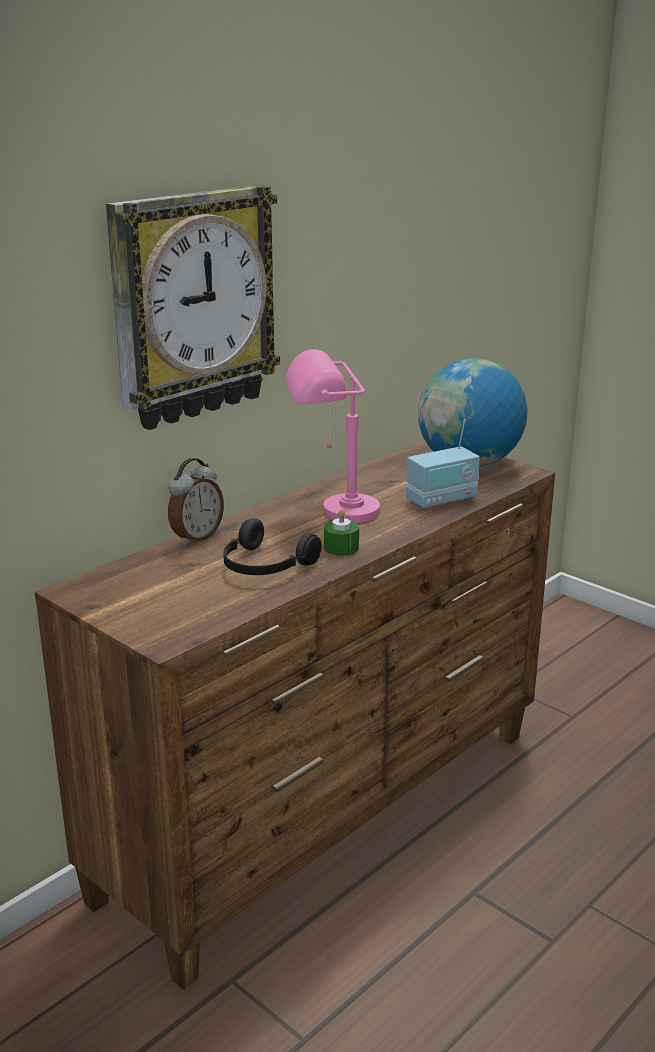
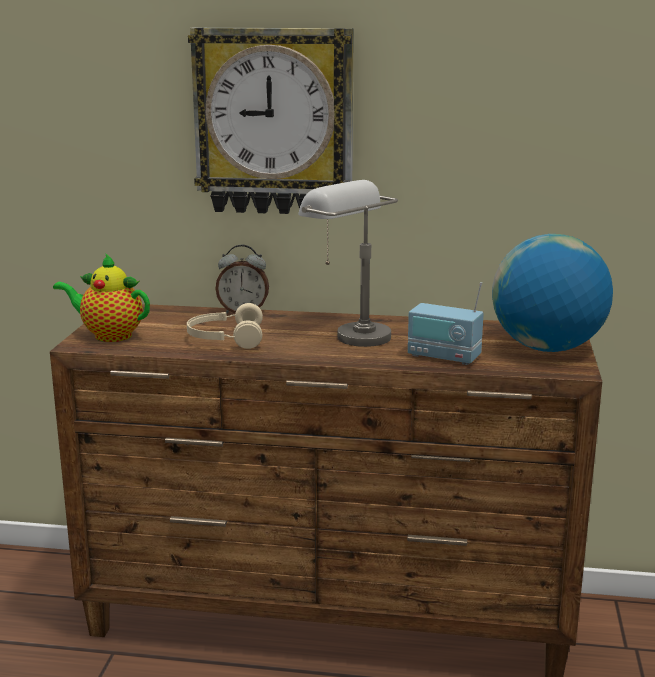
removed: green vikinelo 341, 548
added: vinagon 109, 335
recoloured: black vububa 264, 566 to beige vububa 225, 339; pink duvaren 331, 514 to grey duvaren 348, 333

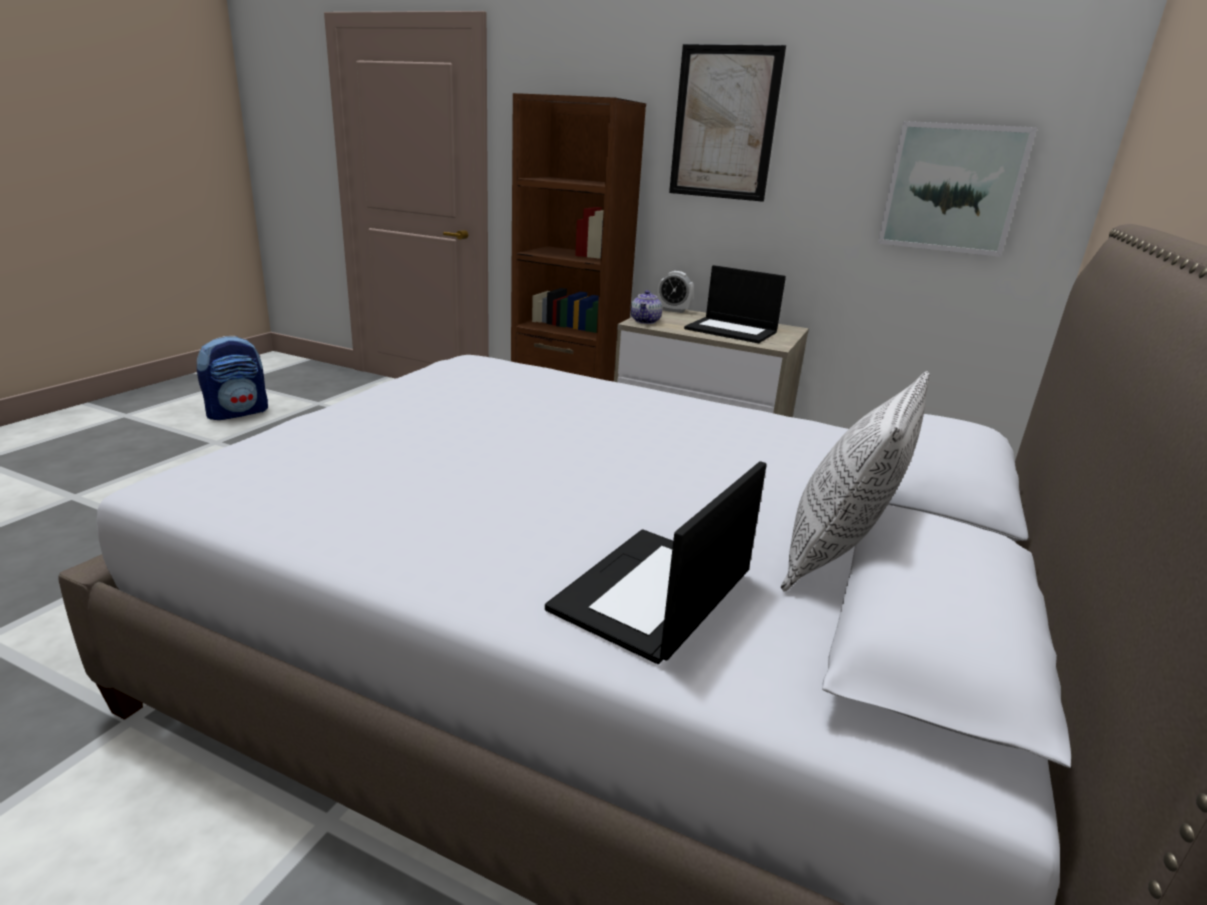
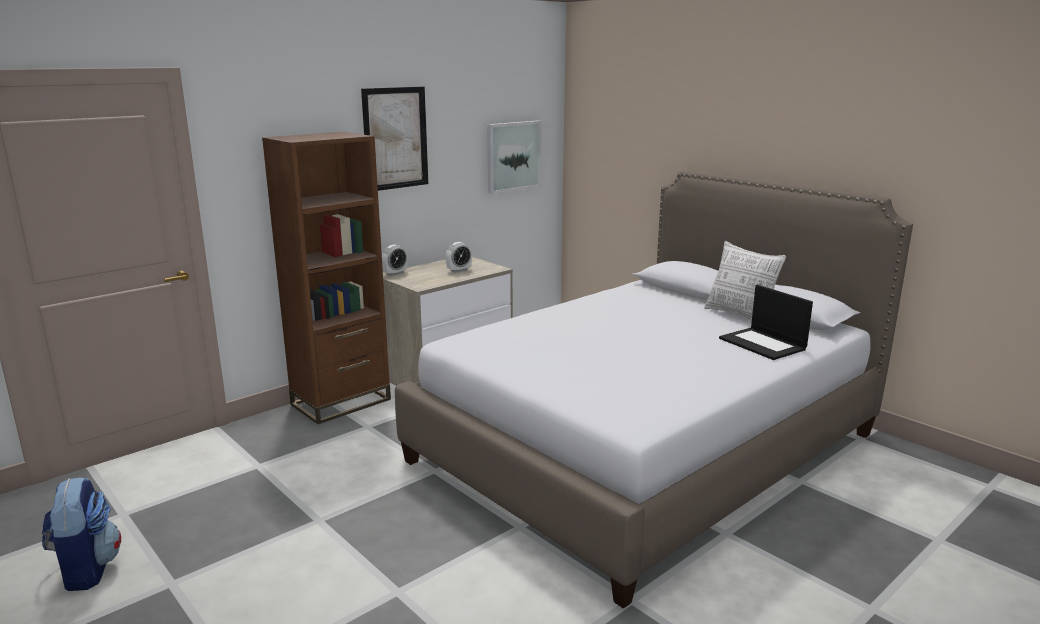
removed: vinagon 645, 321
replaced: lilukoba 732, 330 to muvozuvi 459, 270

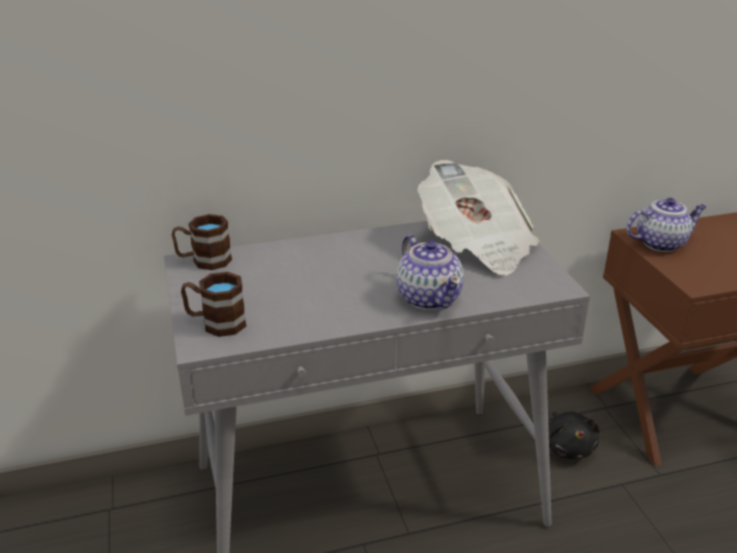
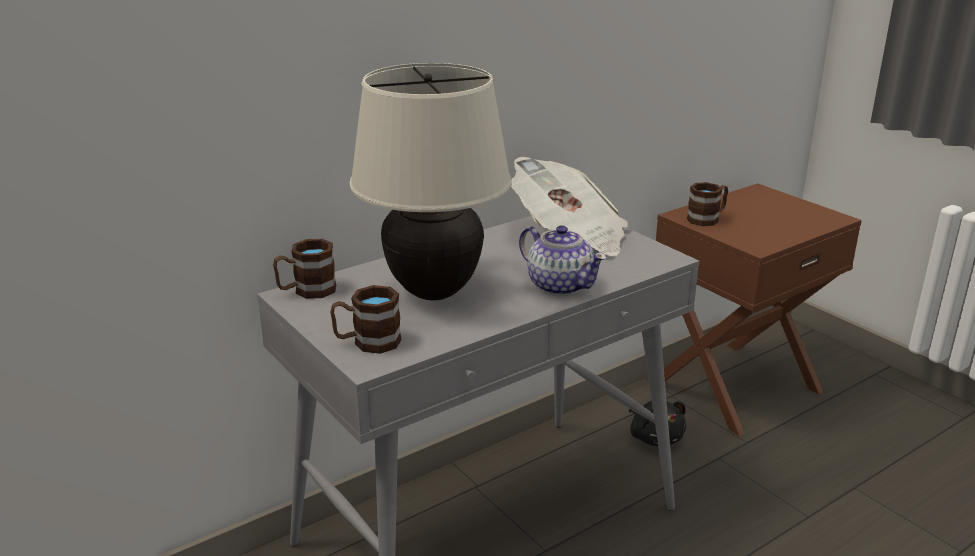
added: beige duvaren 433, 292
replaced: vinagon 661, 243 to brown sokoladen 707, 218

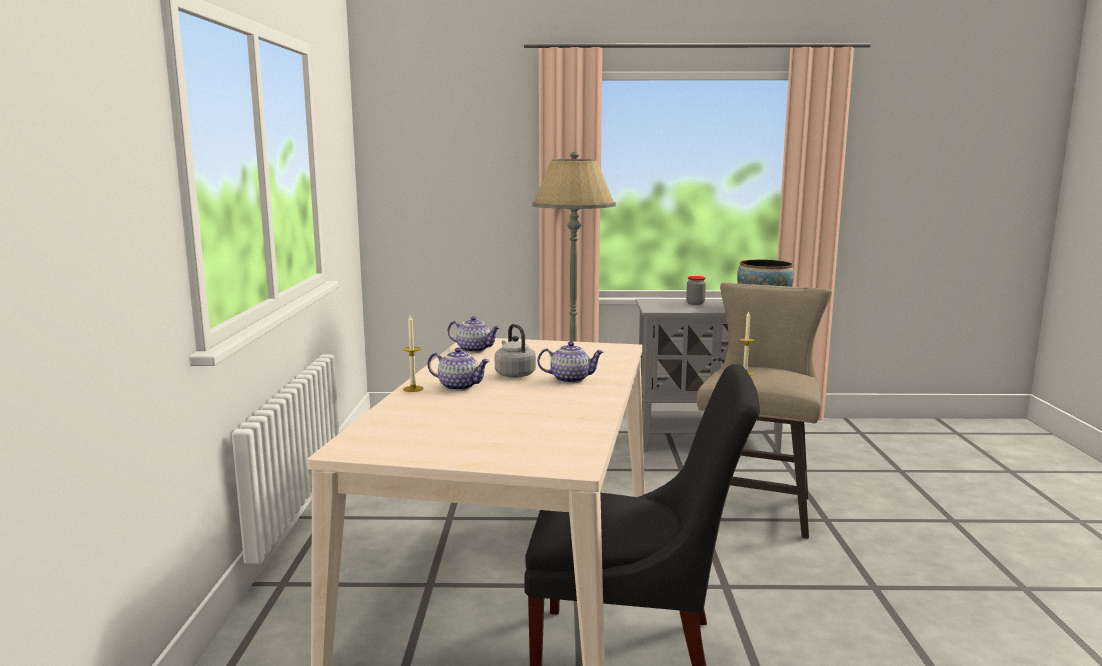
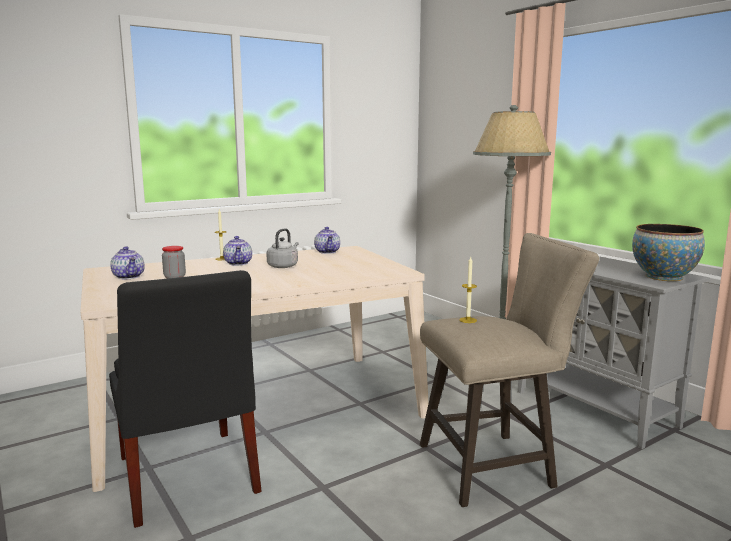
moved: vinagon 570, 379 to 129, 277; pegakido 695, 303 to 174, 277

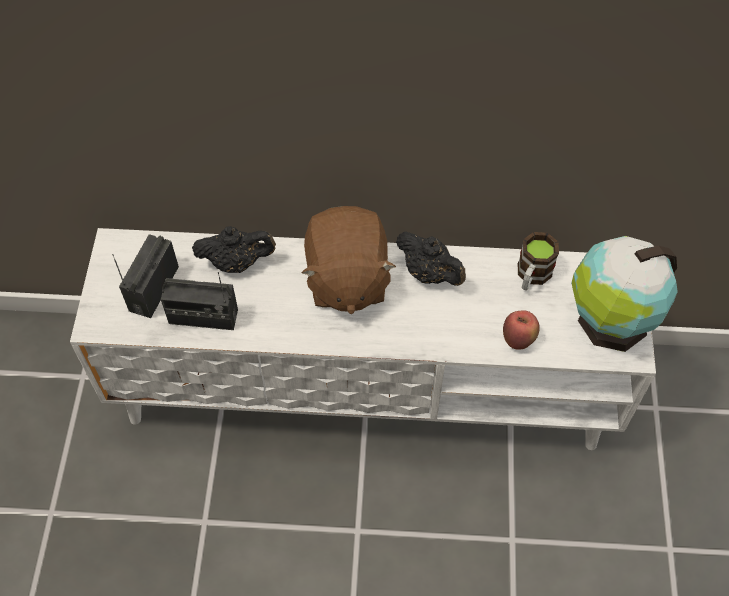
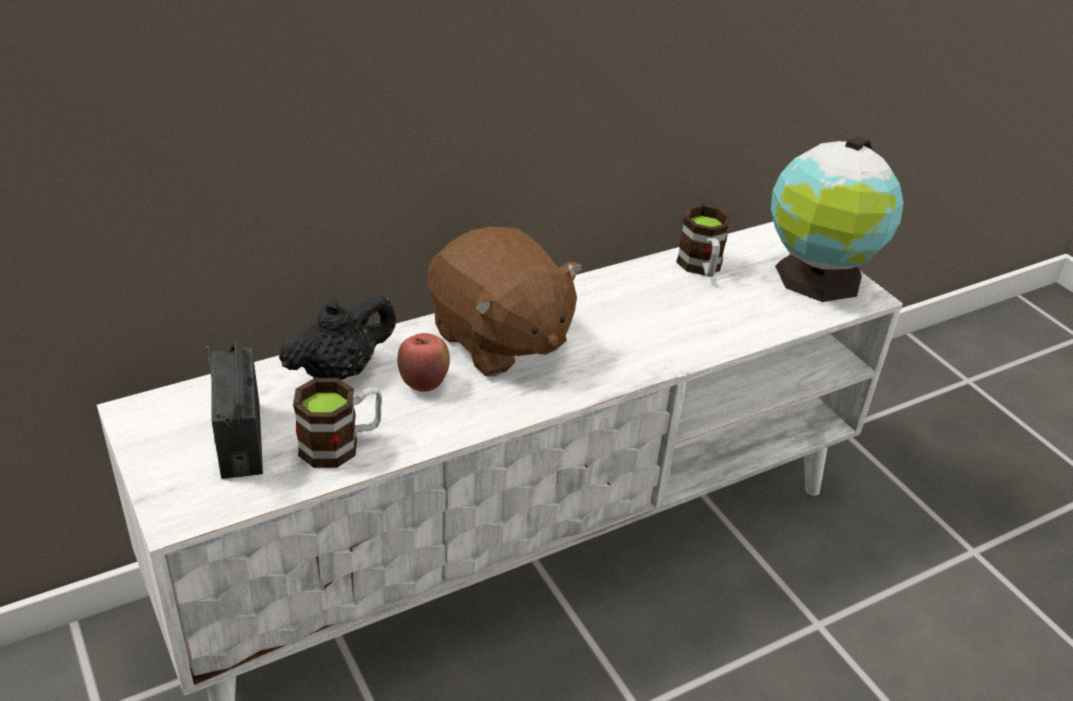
removed: black vinagon 430, 273
moved: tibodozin 518, 339 to 424, 383
replaced: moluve 203, 317 to sokoladen 341, 444

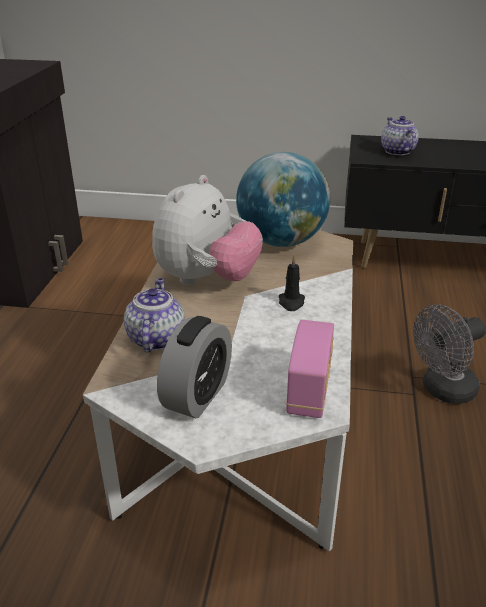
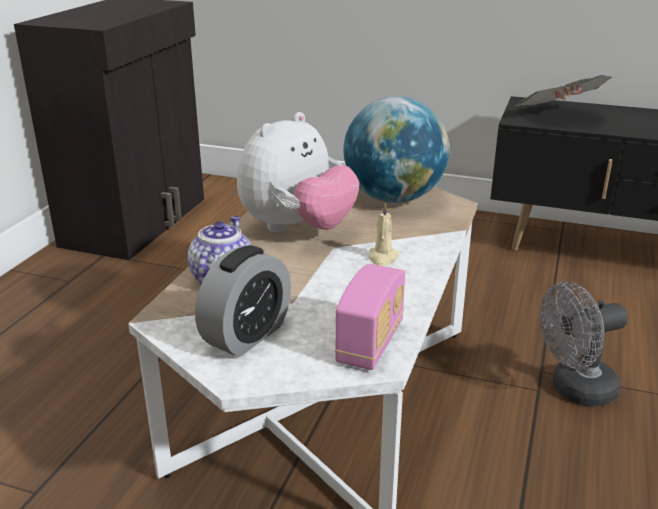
replaced: vinagon 396, 151 to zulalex 558, 115
recoloured: black vikinelo 291, 302 to beige vikinelo 382, 258

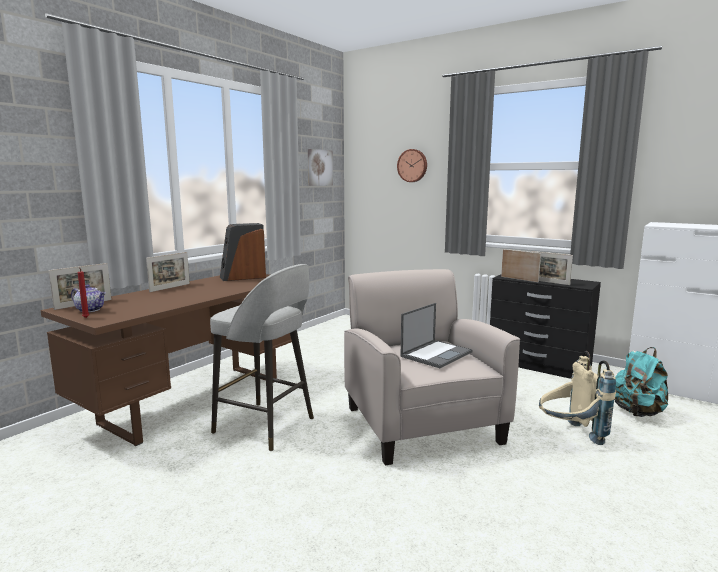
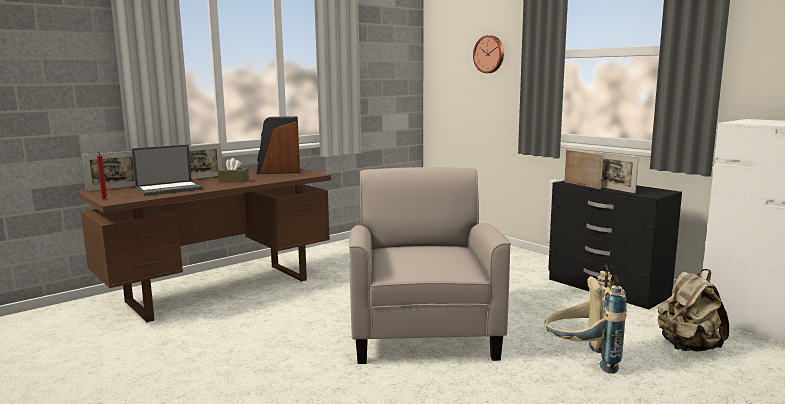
removed: vinagon 91, 310; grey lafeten 266, 426; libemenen 319, 167
added: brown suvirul 233, 180
moved: lilukoba 436, 354 to 170, 189
recoloured: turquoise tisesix 637, 412 to beige tisesix 688, 347

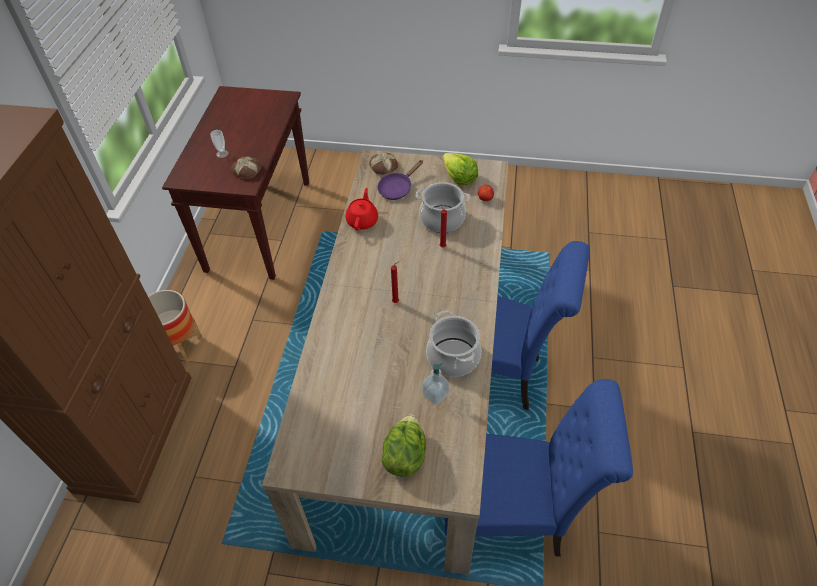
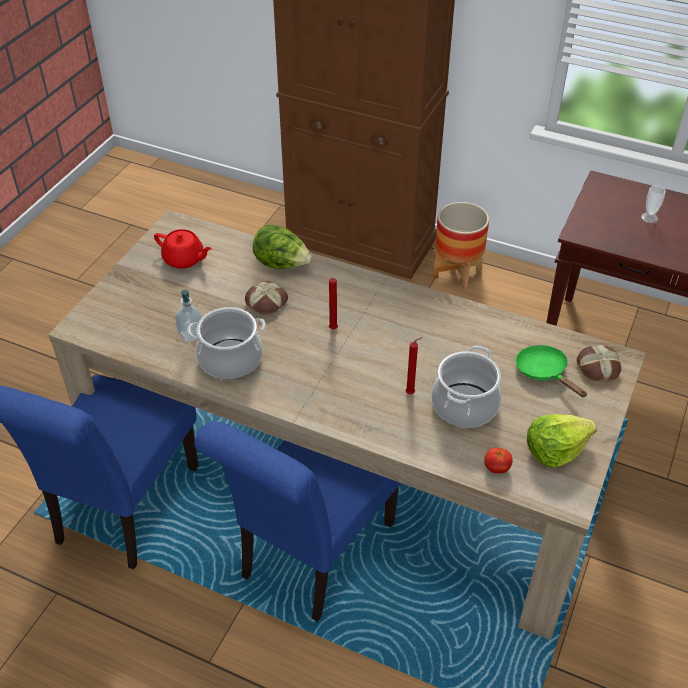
moved: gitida 247, 170 to 267, 302; red vinagon 362, 220 to 184, 259; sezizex 404, 455 to 282, 264
recoloured: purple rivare 397, 188 to green rivare 544, 372

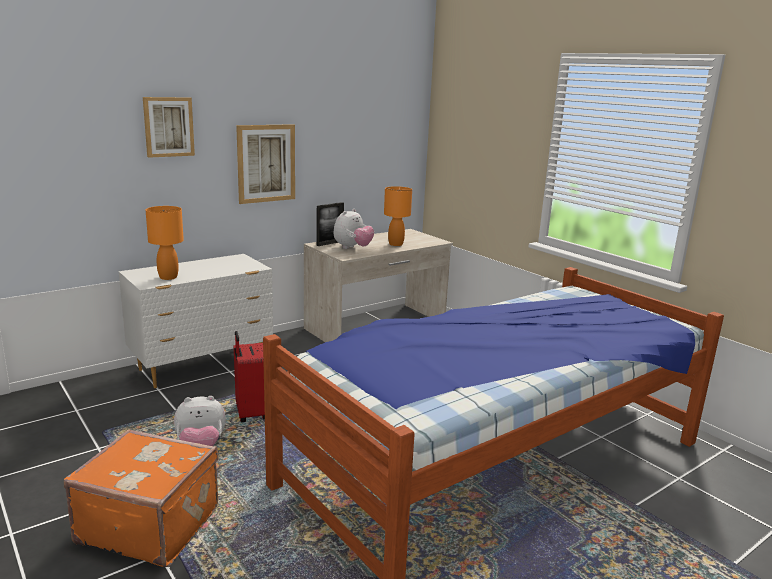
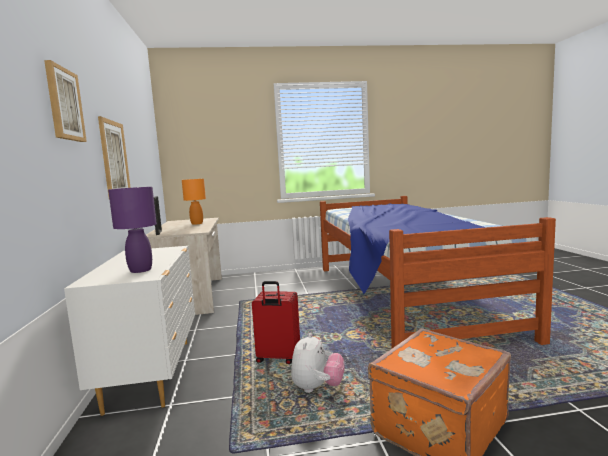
removed: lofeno 352, 248
recoloured: orange duvaren 168, 277 to purple duvaren 140, 270

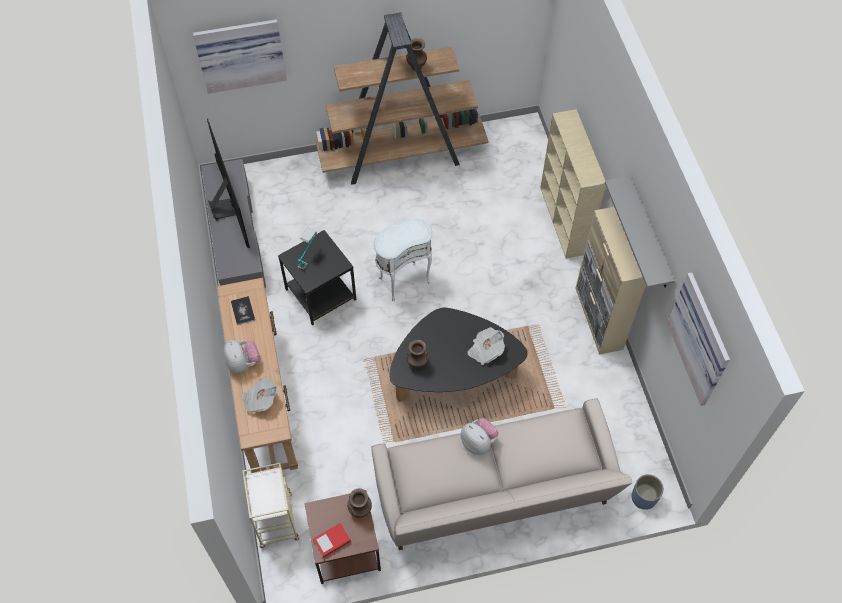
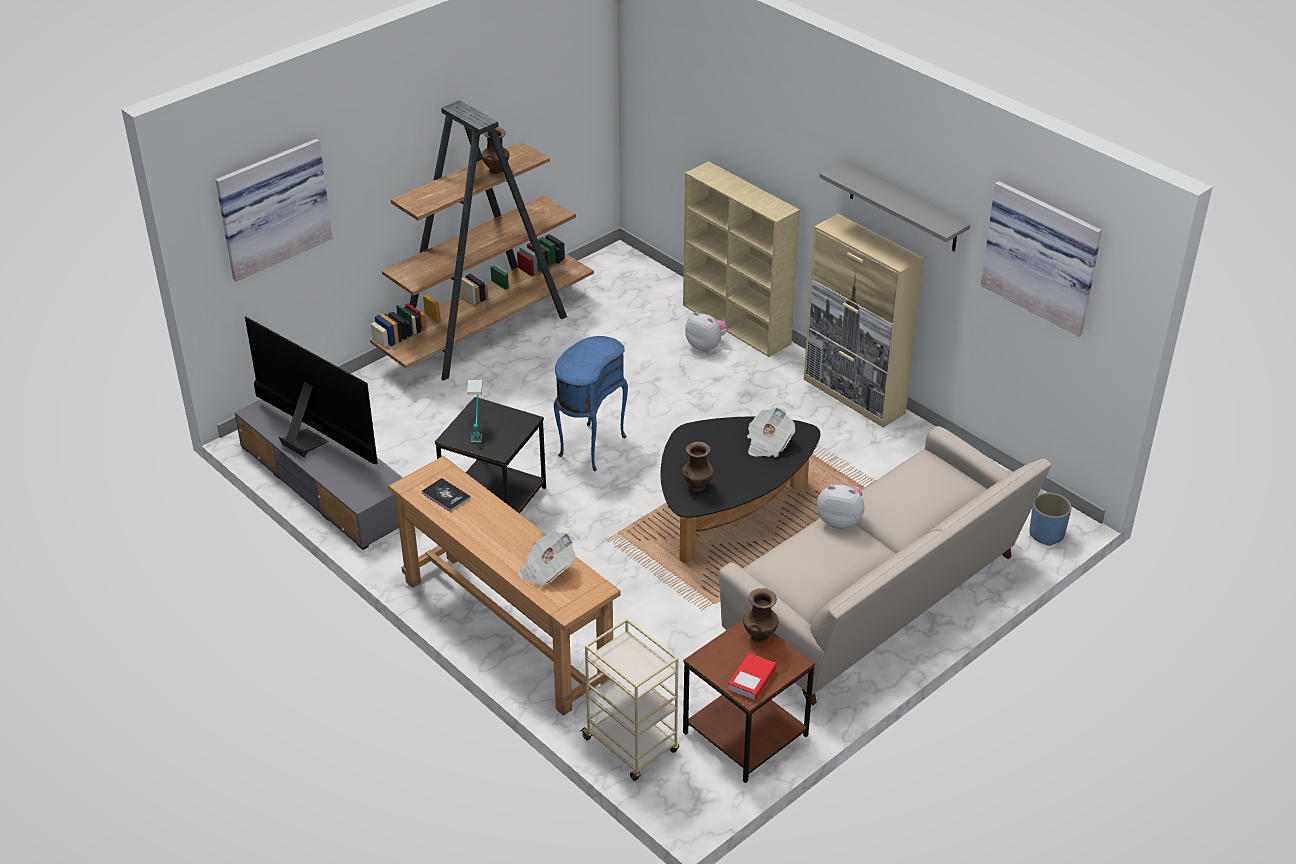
moved: lofeno 243, 363 to 706, 346
recoloured: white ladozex 403, 279 to blue ladozex 590, 446

